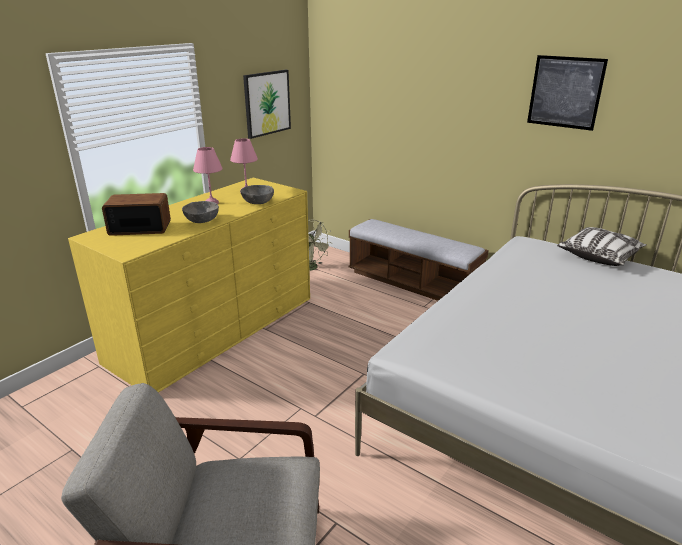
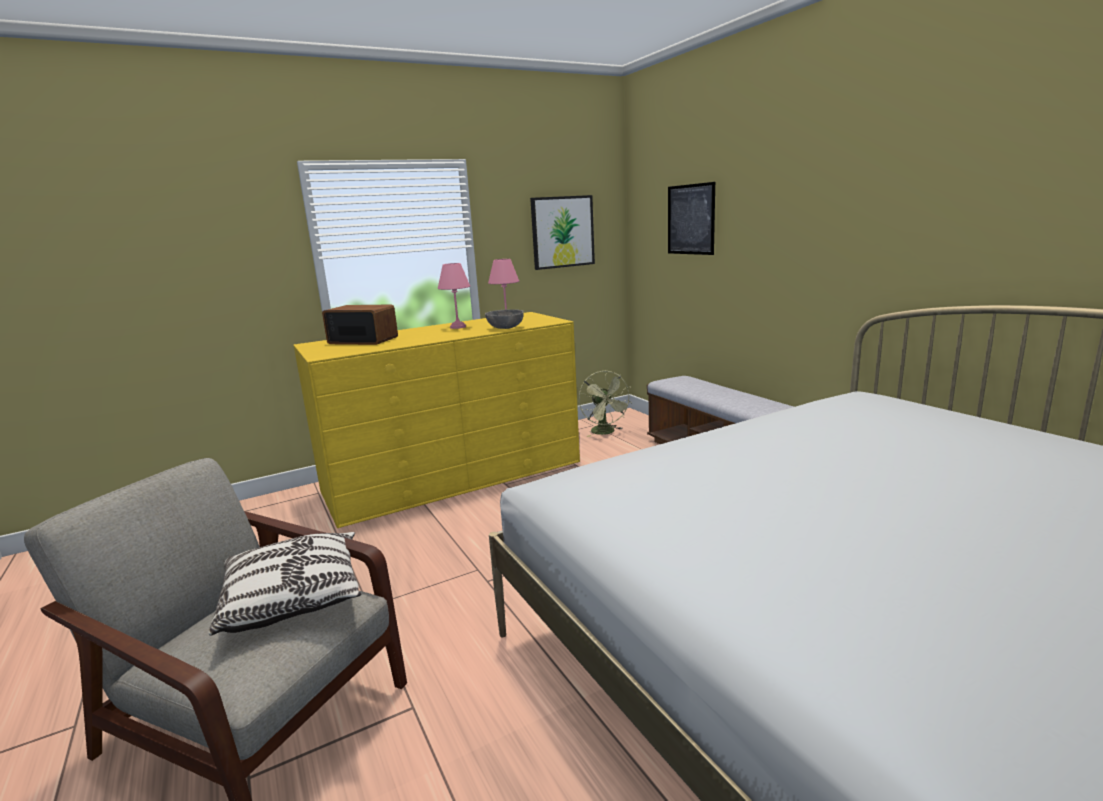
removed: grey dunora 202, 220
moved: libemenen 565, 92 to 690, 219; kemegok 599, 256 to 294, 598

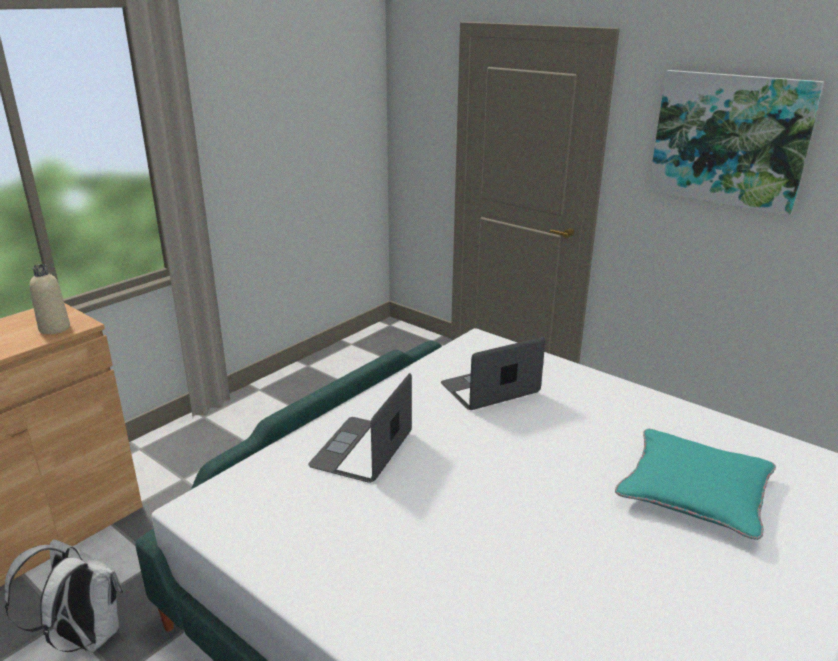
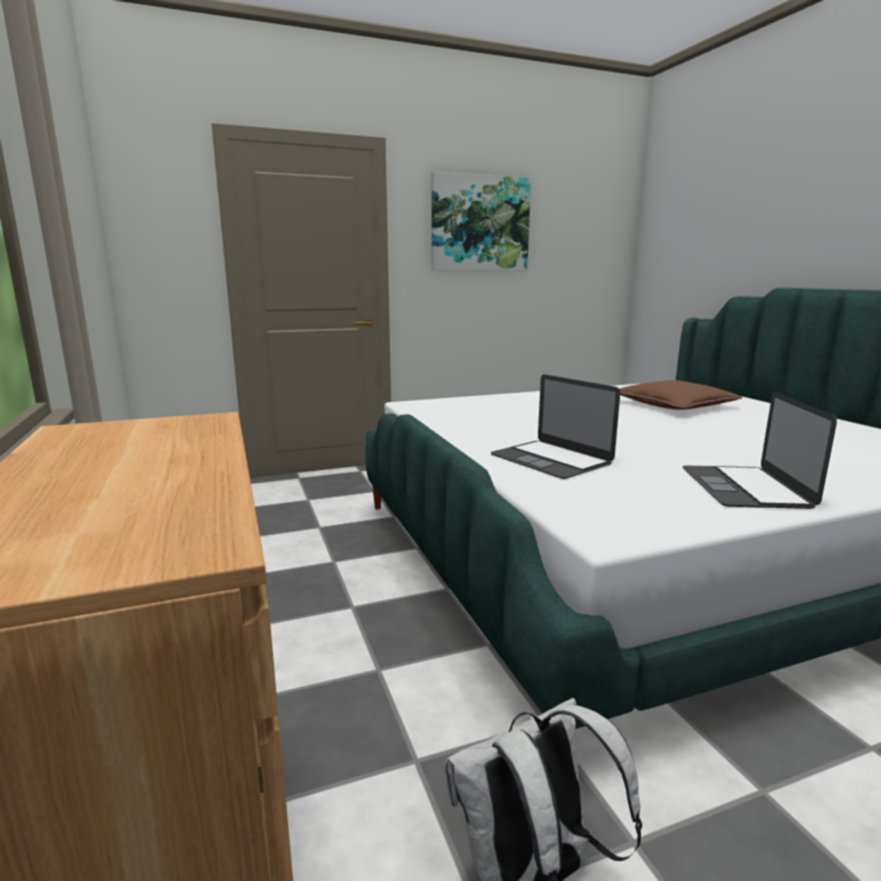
removed: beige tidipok 54, 328
moved: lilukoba 490, 388 to 745, 487
recoloured: turquoise kemegok 694, 491 to brown kemegok 674, 405

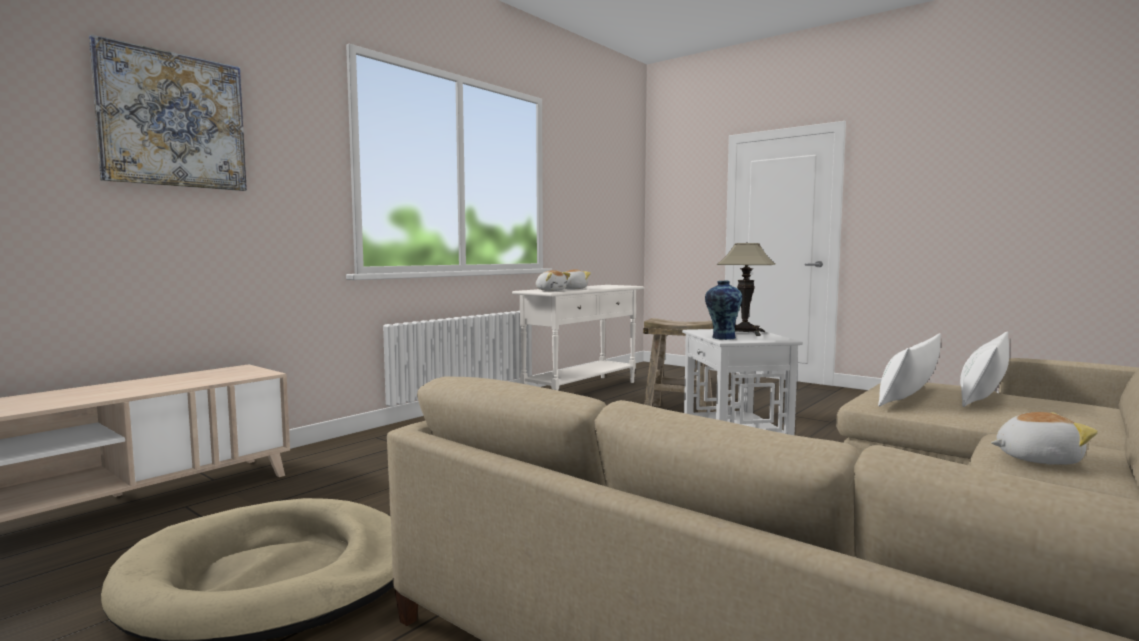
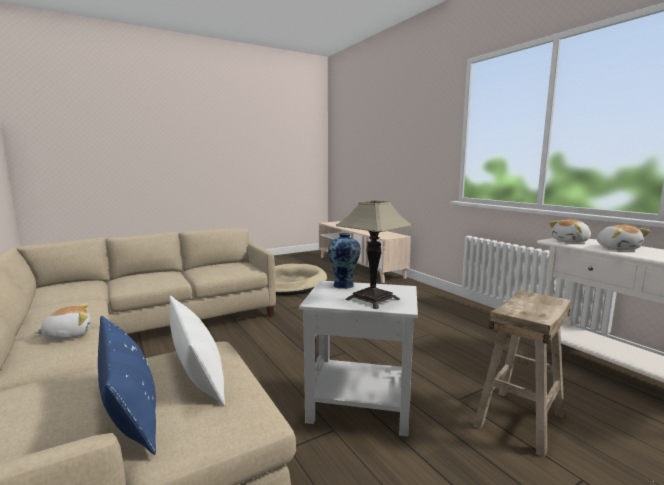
removed: libemenen 173, 120
recoloured: white kemegok 982, 396 to blue kemegok 129, 407
turned: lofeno 1036, 459 = 68, 335 150 degrees counterclockwise

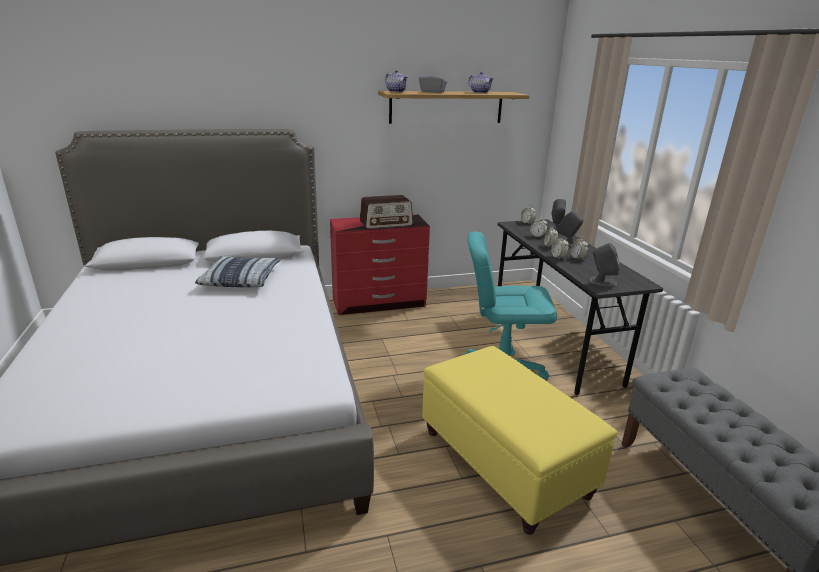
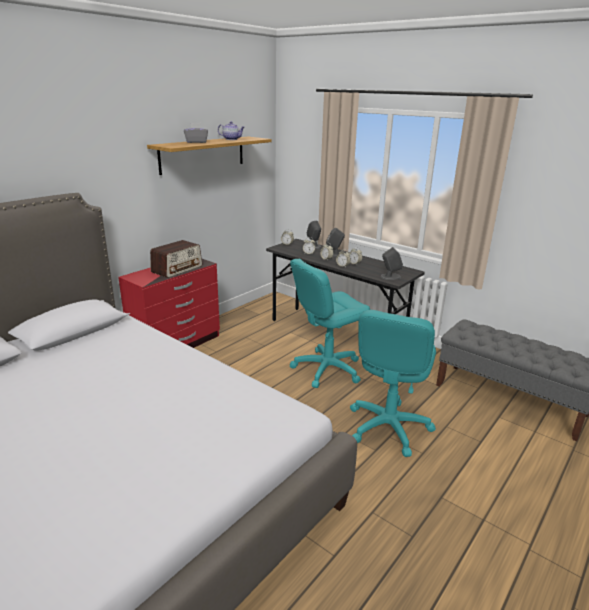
removed: kemegok 241, 279; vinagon 396, 91
replaced: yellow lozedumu 503, 462 to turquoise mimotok 388, 427

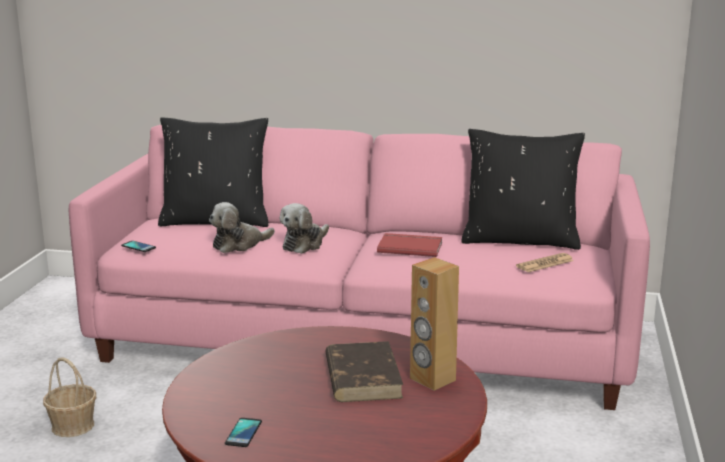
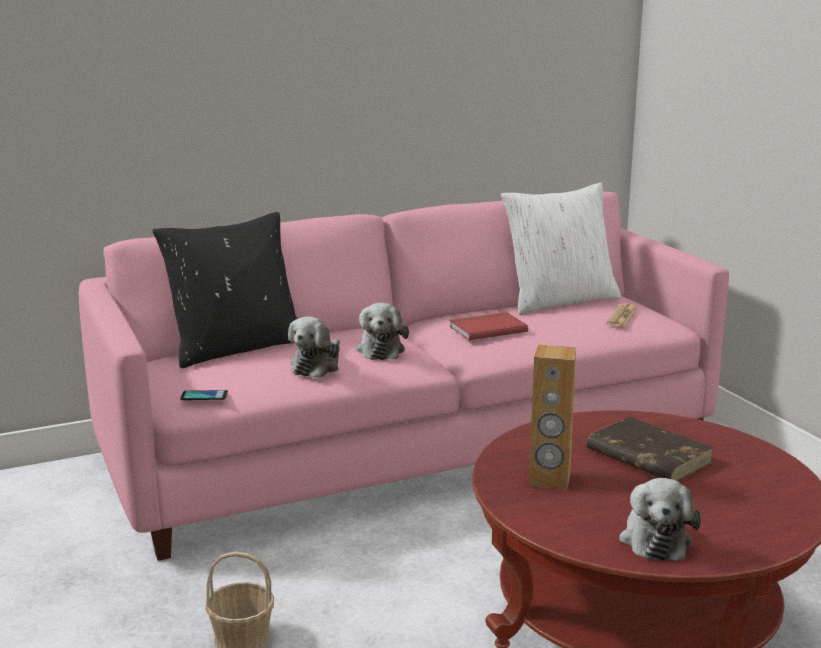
moved: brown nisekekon 432, 379 to 549, 480
replaced: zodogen 243, 433 to lofeno 655, 538
recoloured: black kemegok 520, 240 to white kemegok 560, 301

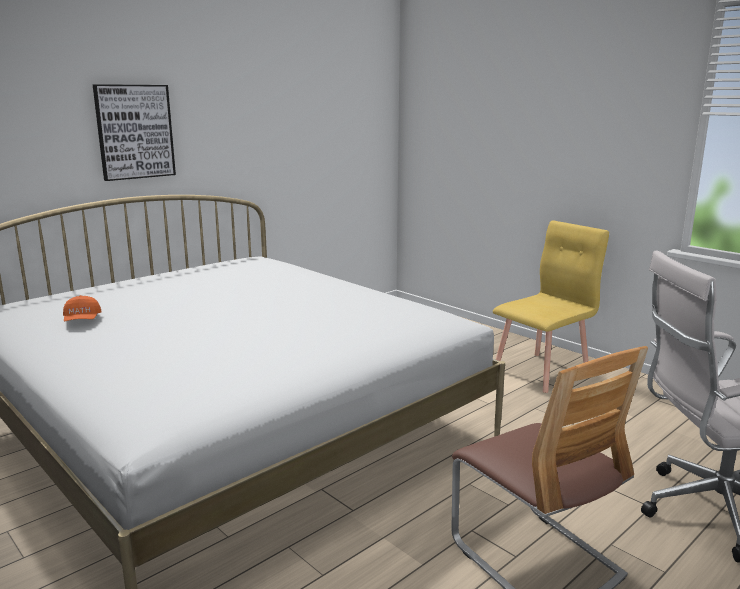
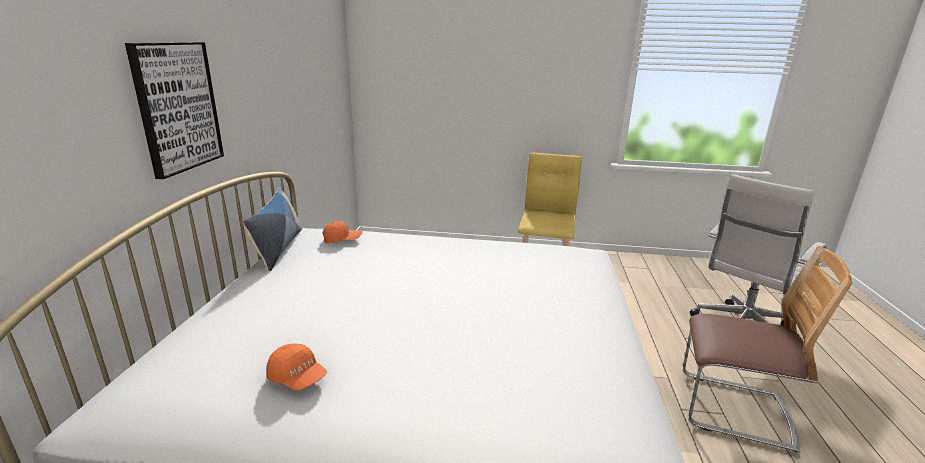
added: kemegok 278, 248; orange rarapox 343, 240

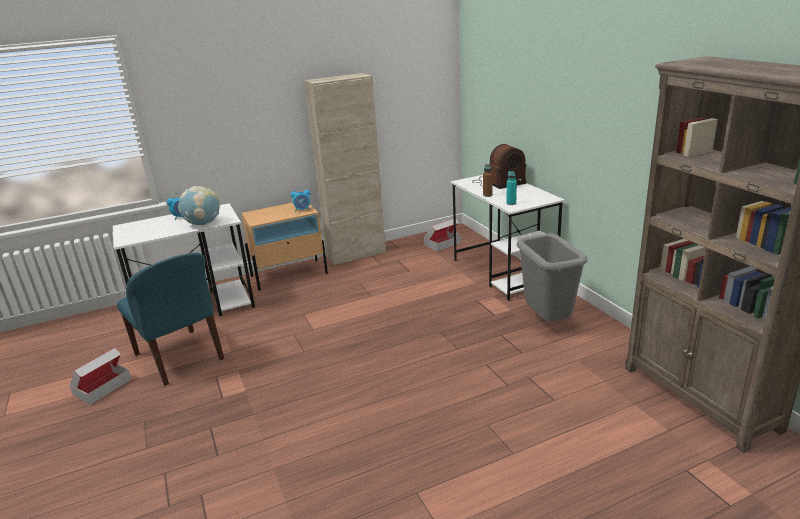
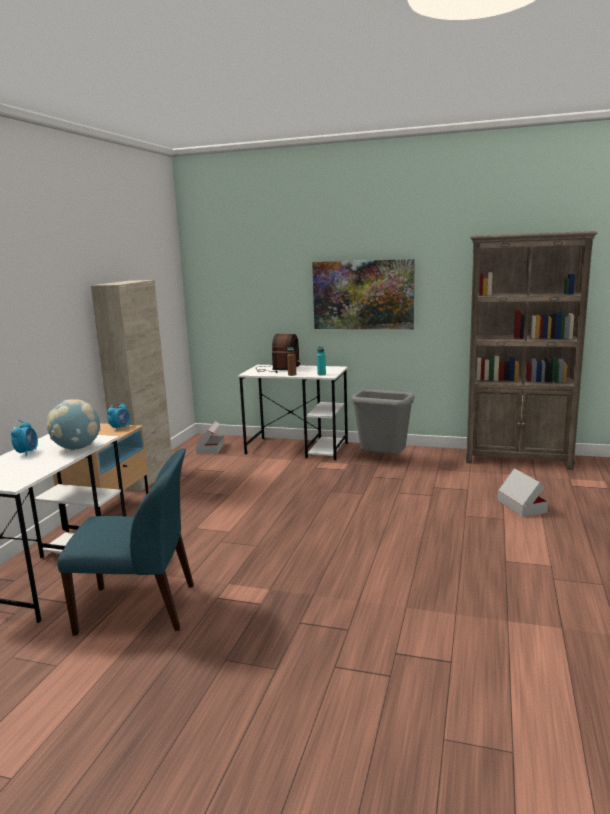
added: libemenen 363, 295
moved: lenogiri 102, 387 to 521, 506

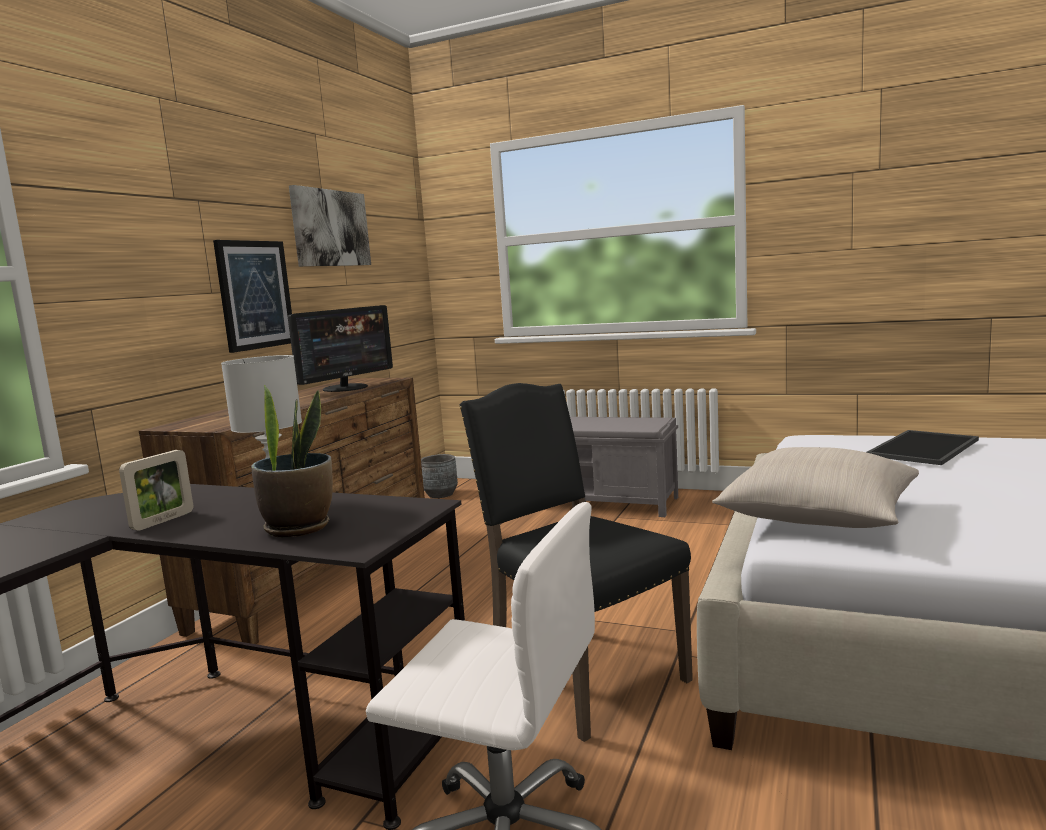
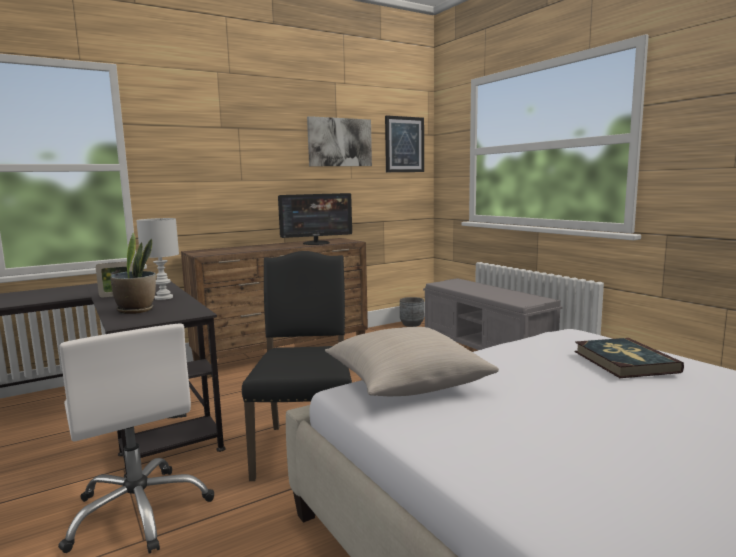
moved: libemenen 255, 295 to 404, 144
replaced: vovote 925, 448 to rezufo 624, 361

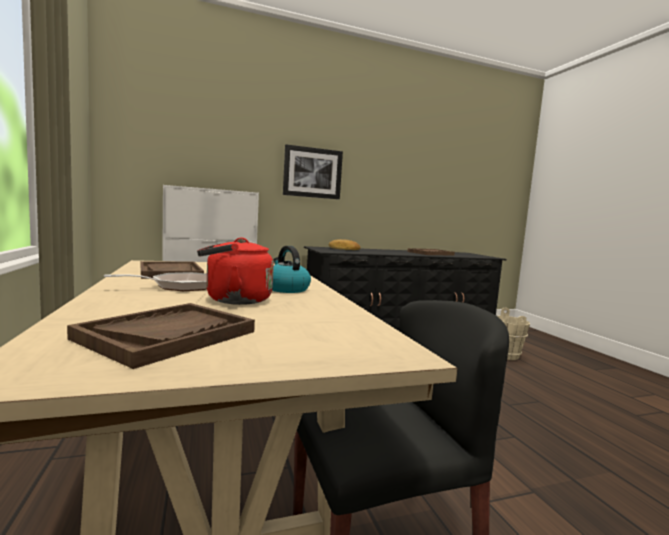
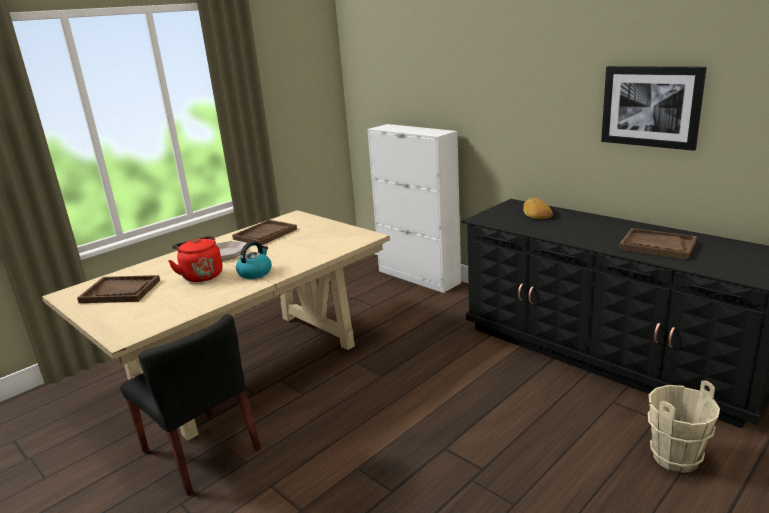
moved: libemenen 312, 173 to 651, 106

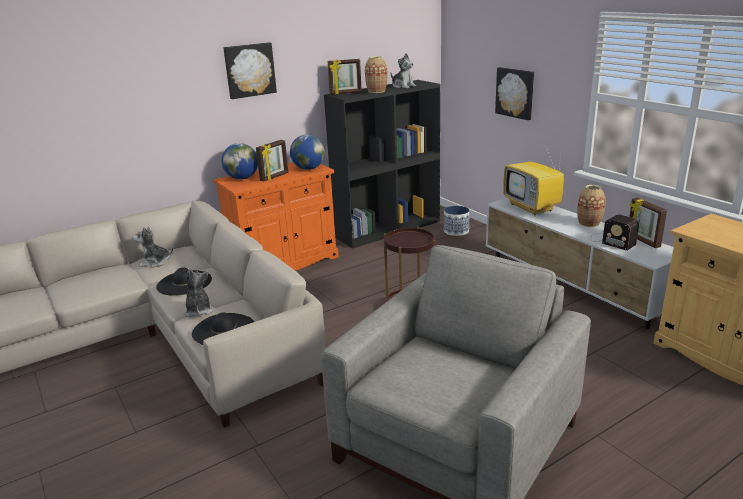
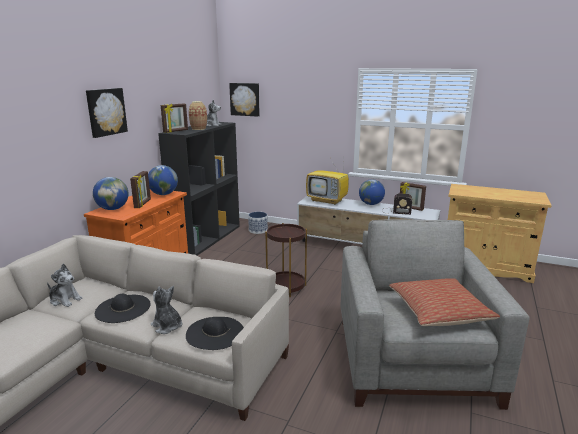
added: kemegok 438, 312
moved: libemenen 515, 93 to 245, 99
replaced: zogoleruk 589, 223 to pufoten 371, 204
turned: lofeno 155, 262 = 65, 300 120 degrees counterclockwise

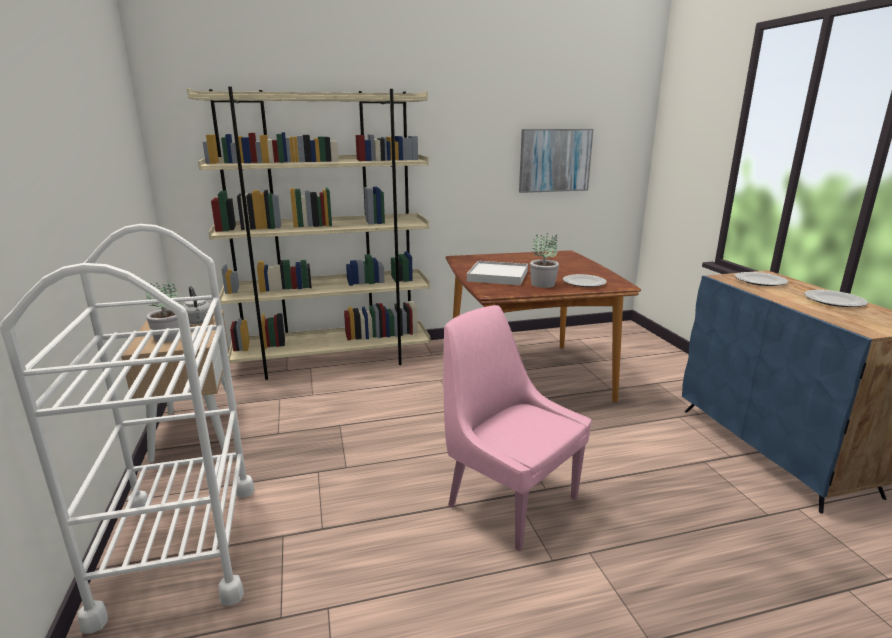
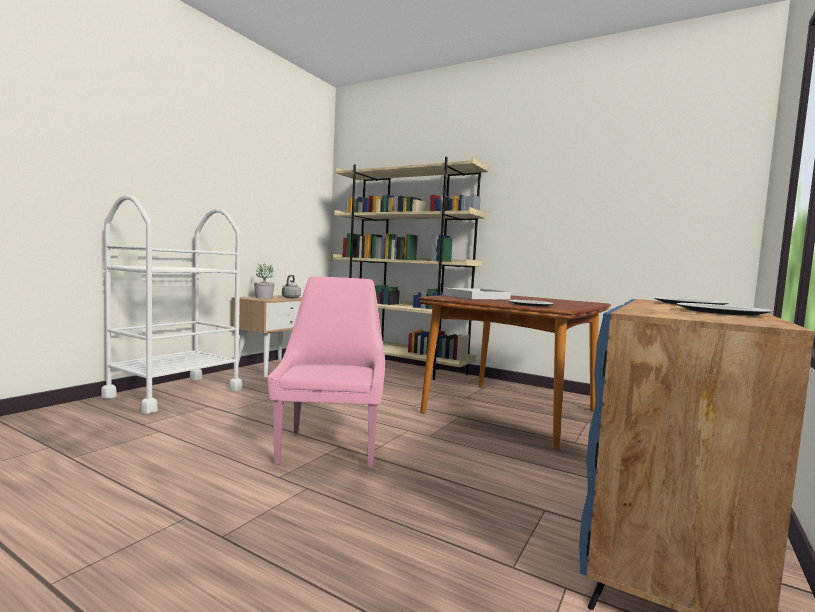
removed: libemenen 554, 160; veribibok 543, 284

